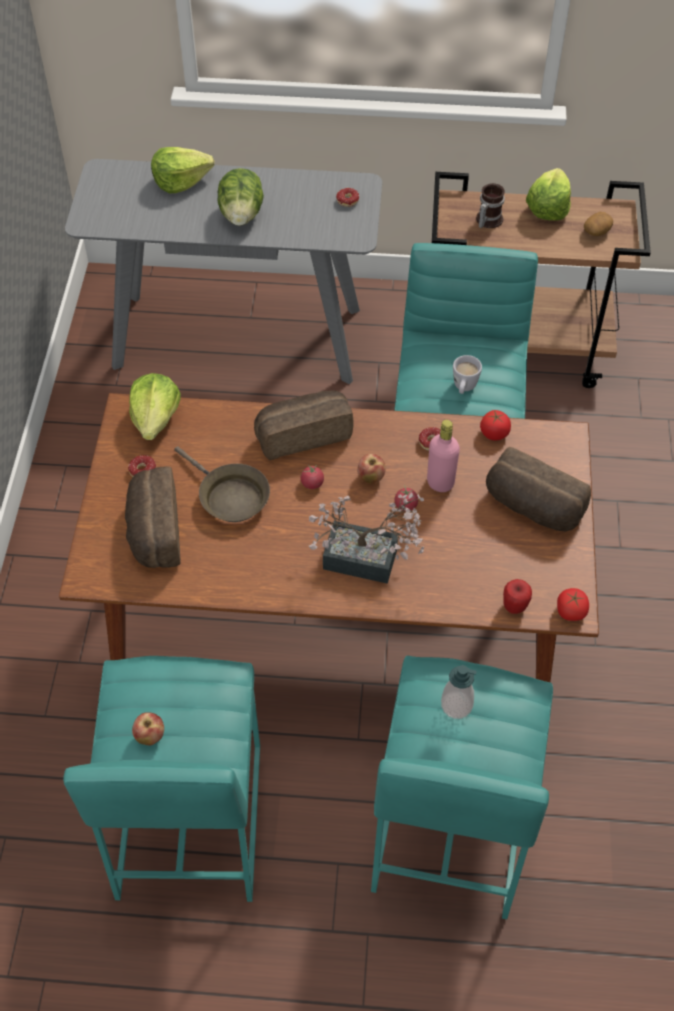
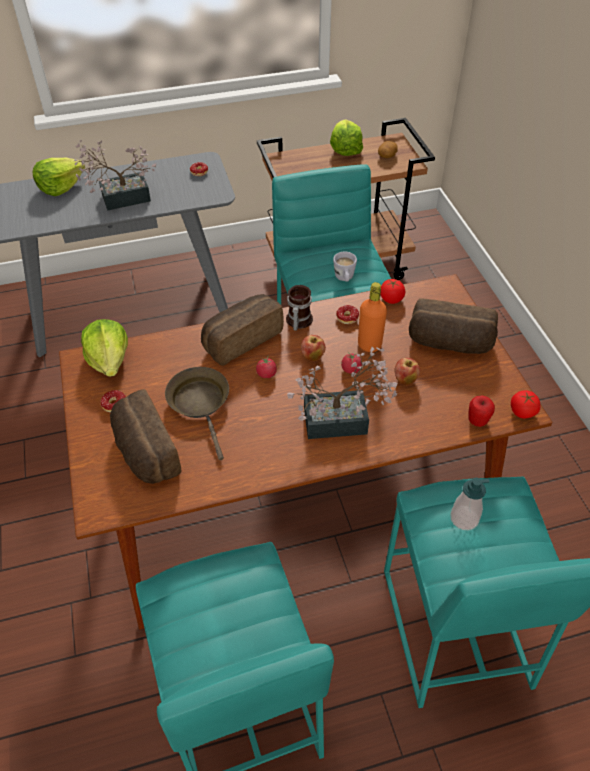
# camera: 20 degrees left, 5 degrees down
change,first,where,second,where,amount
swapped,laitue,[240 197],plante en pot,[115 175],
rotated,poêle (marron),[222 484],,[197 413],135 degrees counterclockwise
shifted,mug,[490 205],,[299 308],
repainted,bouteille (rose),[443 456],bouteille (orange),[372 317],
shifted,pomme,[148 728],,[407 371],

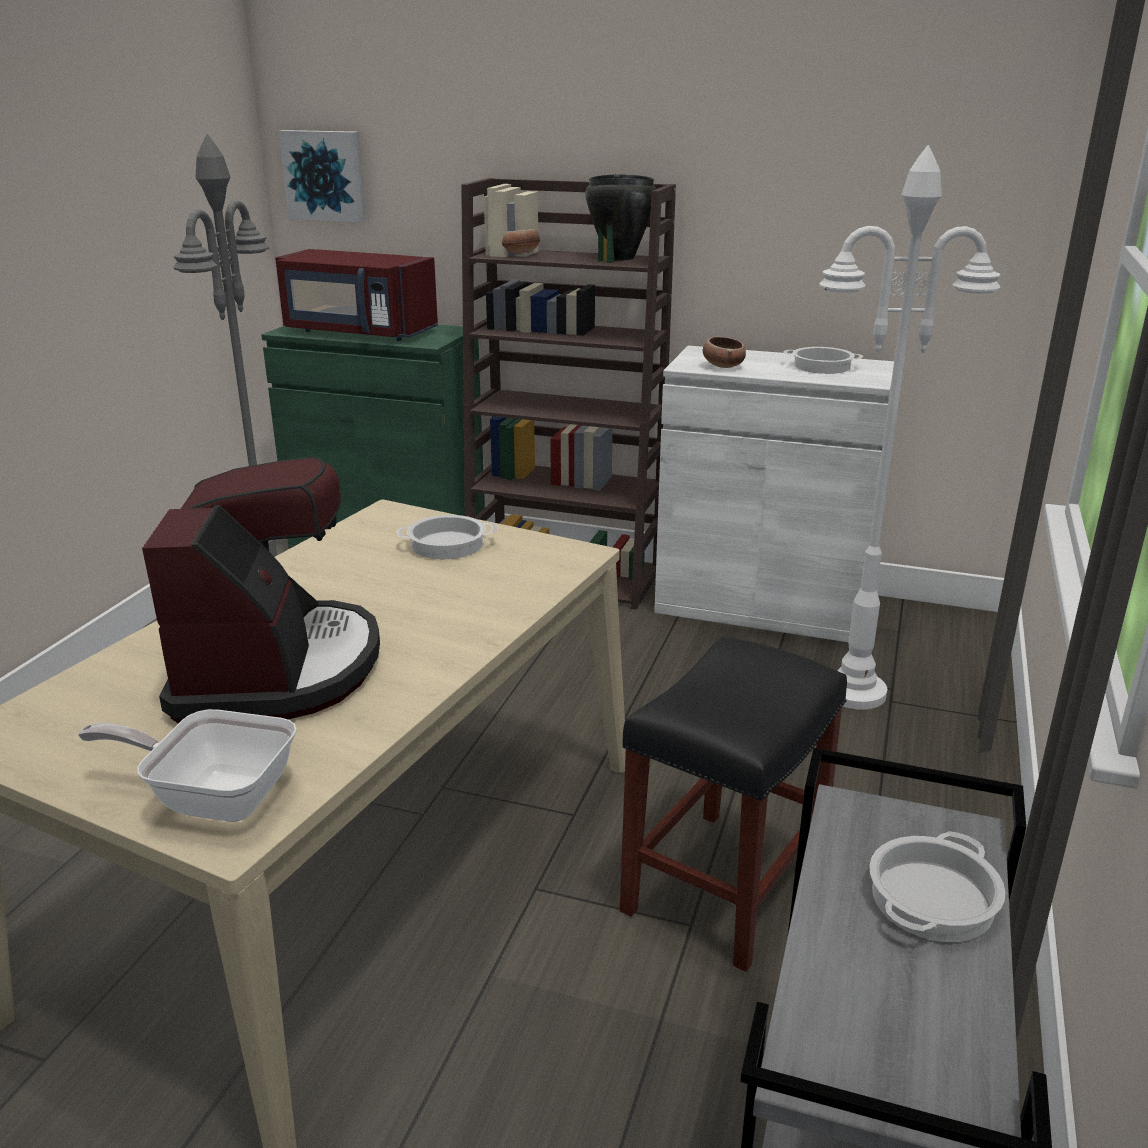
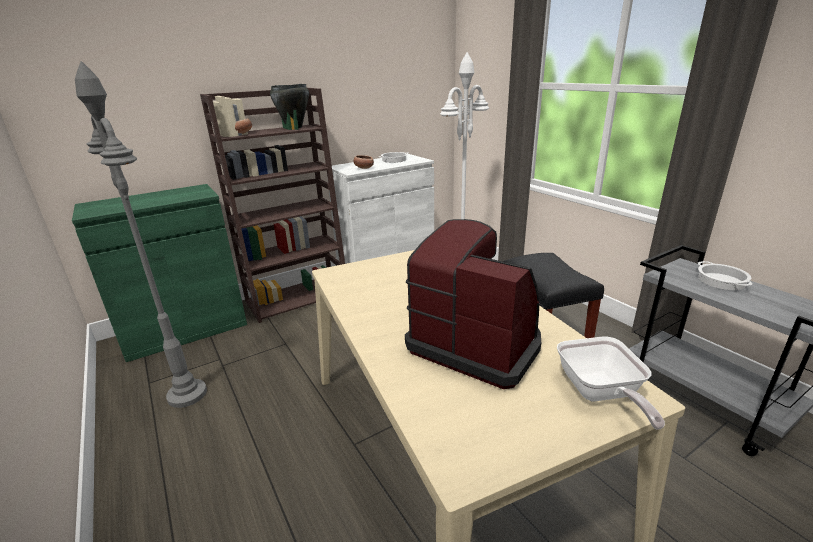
# camera: 50 degrees left, 0 degrees up
change,first,where,second,where,amount
rotated,poêle,[187 765],,[611 383],60 degrees counterclockwise
gone,micro-ondes (rouge),[356 295],,,
gone,tableau,[322 176],,,
gone,marmite,[446 537],,,

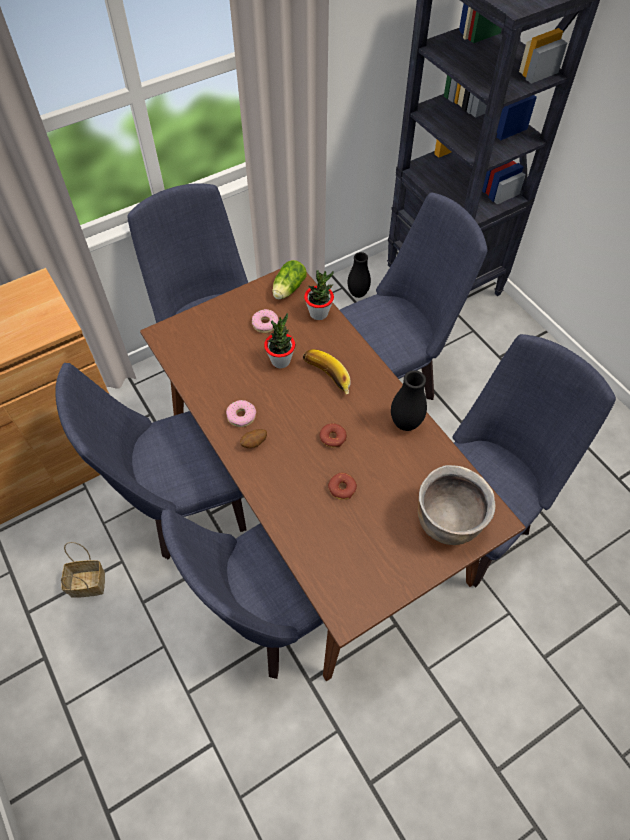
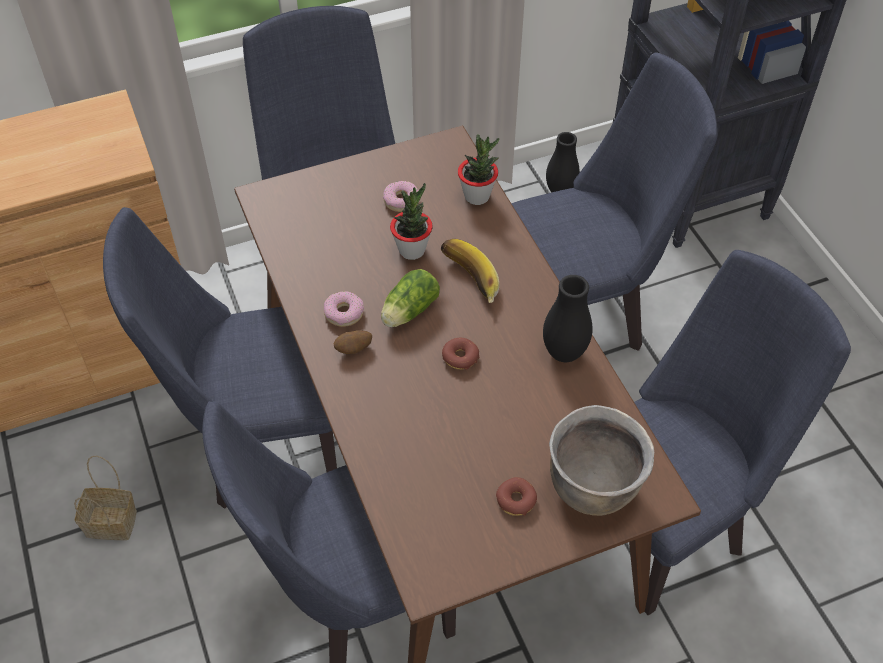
# camera: 10 degrees right, 5 degrees down
change,first,where,second,where,amount
shifted,laitue,[289 279],,[410 298],
shifted,beignet,[342 486],,[516 496],

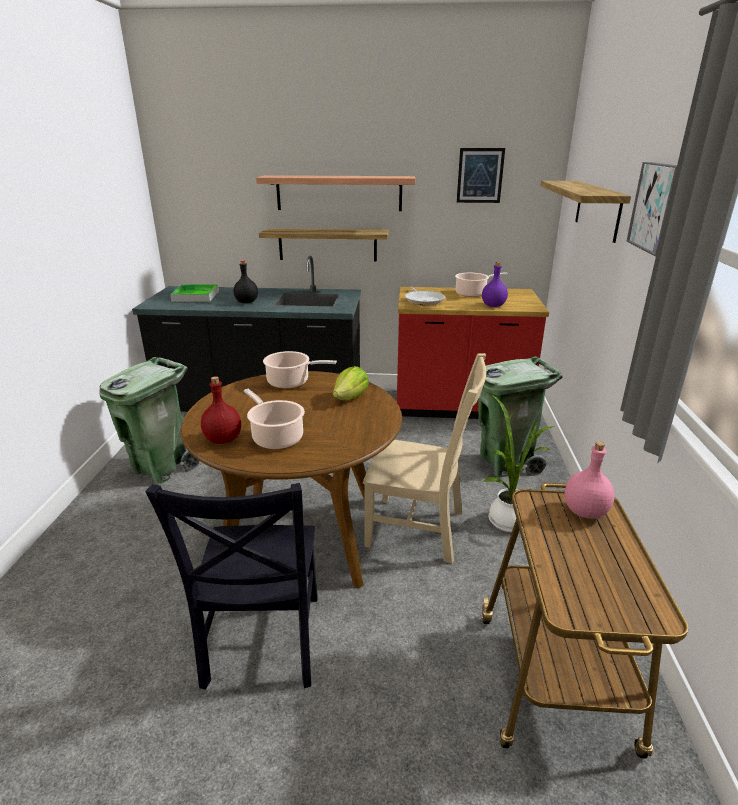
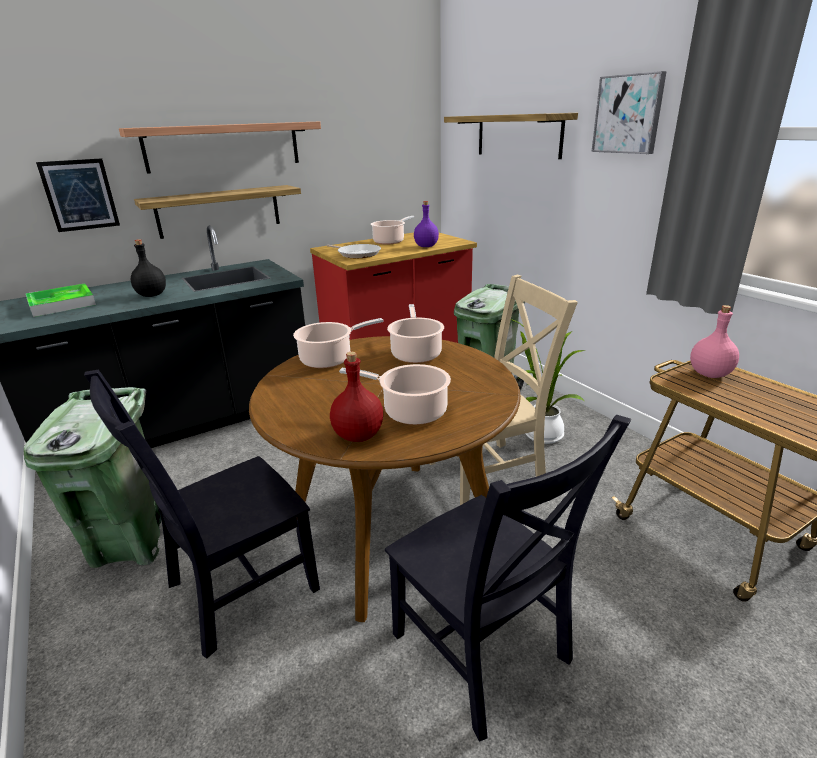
# camera: 35 degrees left, 0 degrees up
change,first,where,second,where,amount
shifted,tableau,[481 175],,[78 195],
new,,,chaise (noir),[202 514],
swapped,laitue,[351 383],marmite,[415 333],

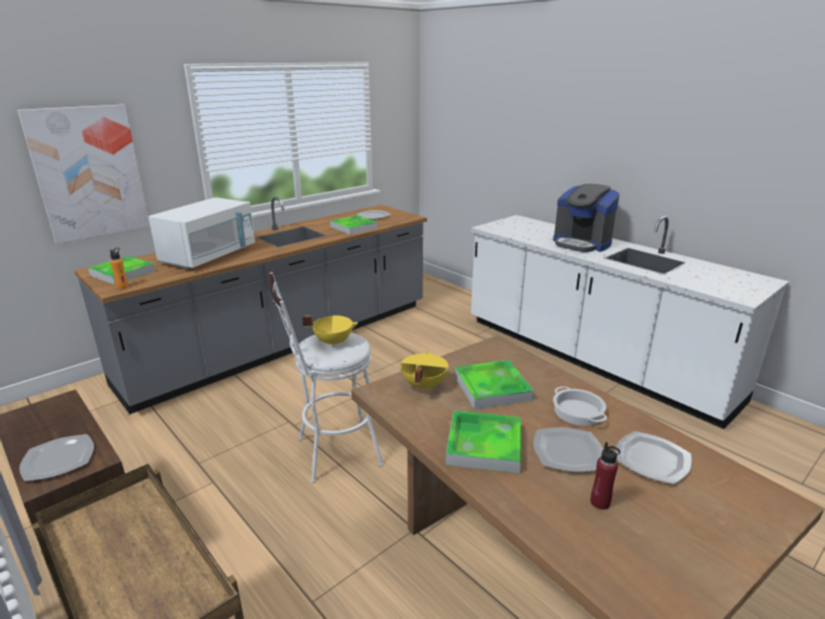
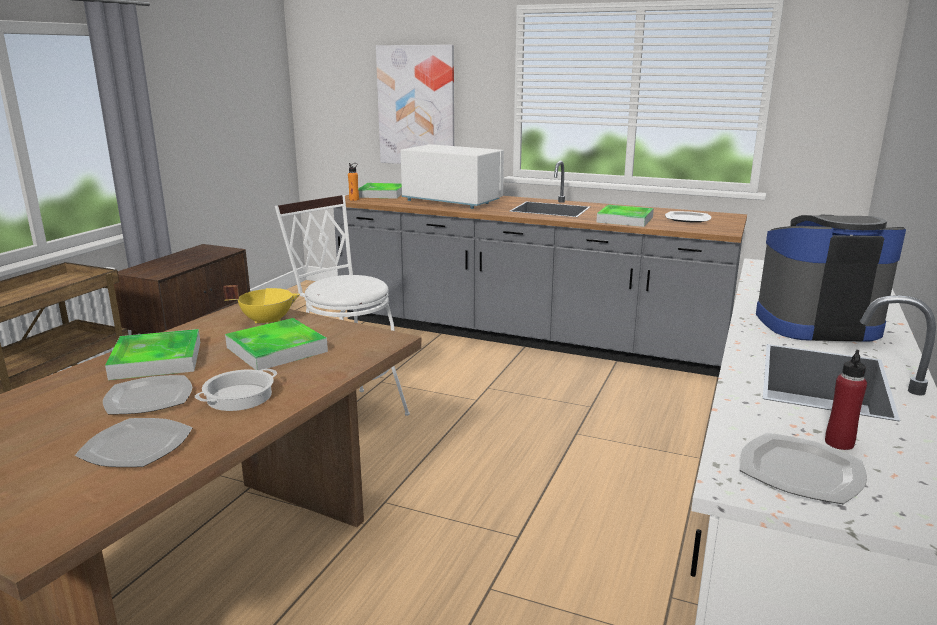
# camera: 65 degrees right, 5 degrees down
change,first,where,second,where,amount
rotated,micro-ondes (blanc),[201 233],,[452 176],150 degrees counterclockwise
shifted,assiette,[56 457],,[803 468],
rotated,machine à café,[586 218],,[831 278],75 degrees clockwise
shifted,bouteille (rouge),[605 476],,[846 400],
gone,marmite (jaune),[330 331],,,

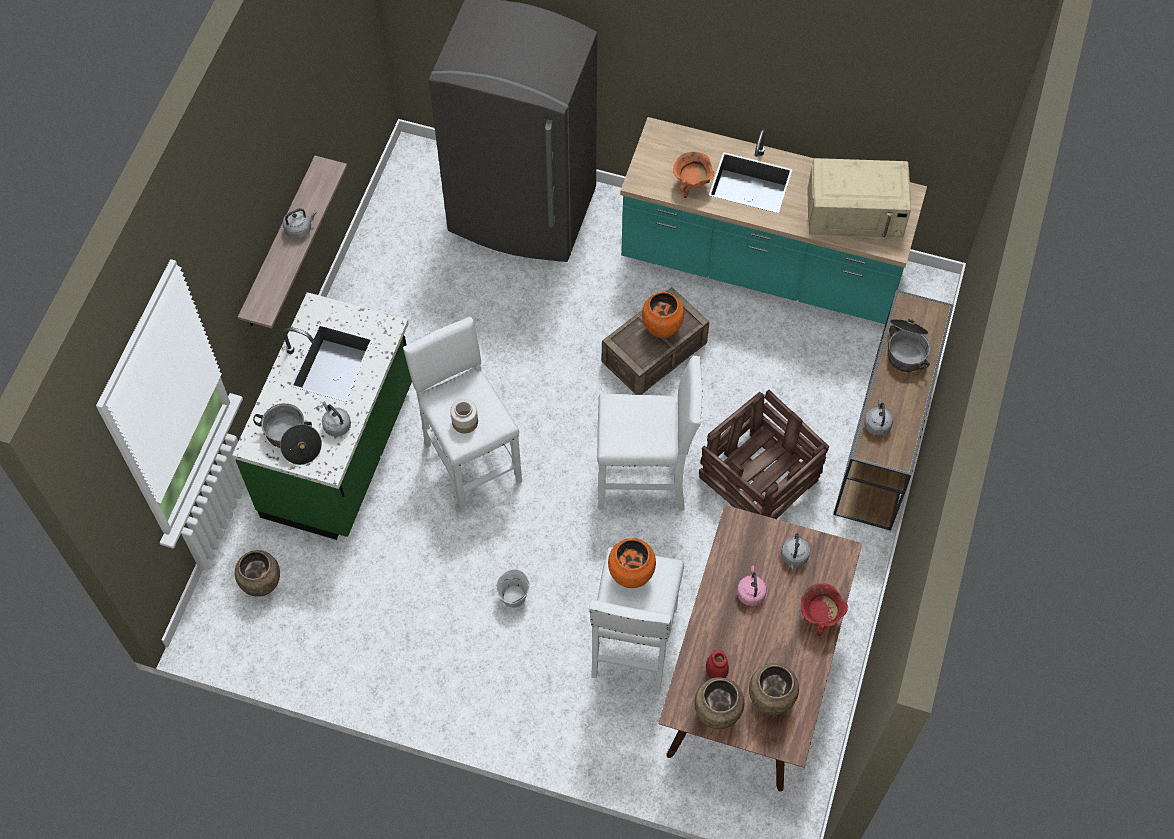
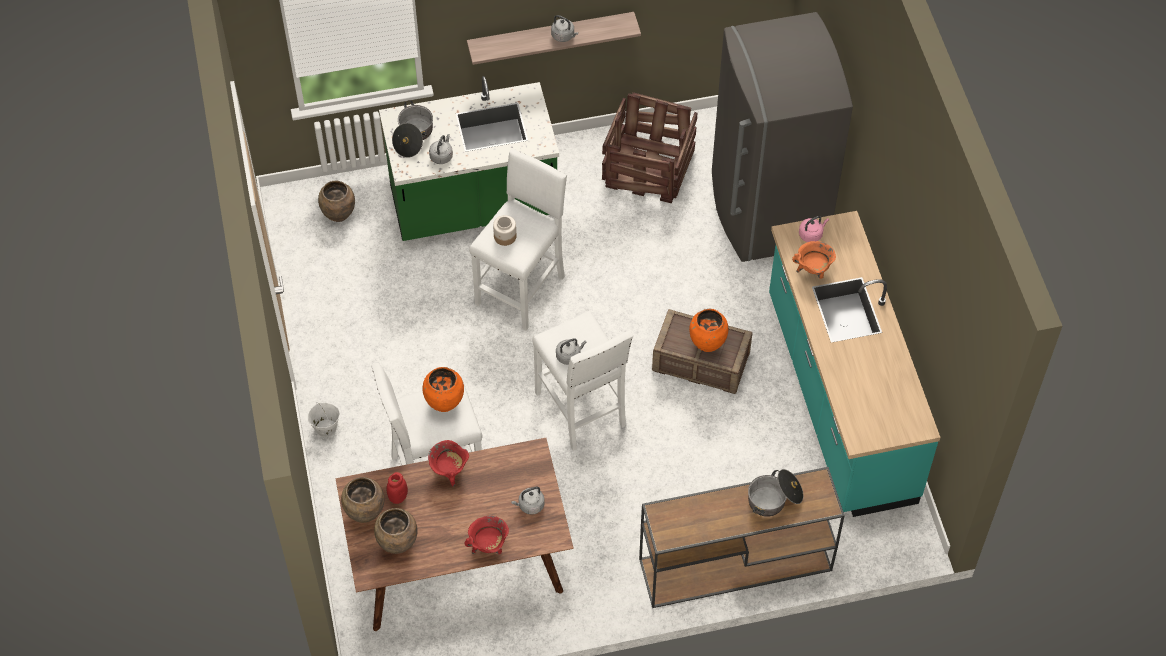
# camera: 60 degrees right, 5 degrees down
change,first,where,second,where,amount
shifted,seau (blanc),[513 588],,[323 419],
new,,,marmite (rouge),[448 463],
shifted,bouilloire (gris),[878 417],,[571 351],
shifted,caisse,[764 454],,[649 148],
shifted,bouilloire (rose),[752 586],,[814 229],
gone,micro-ondes (beige),[859 198],,,

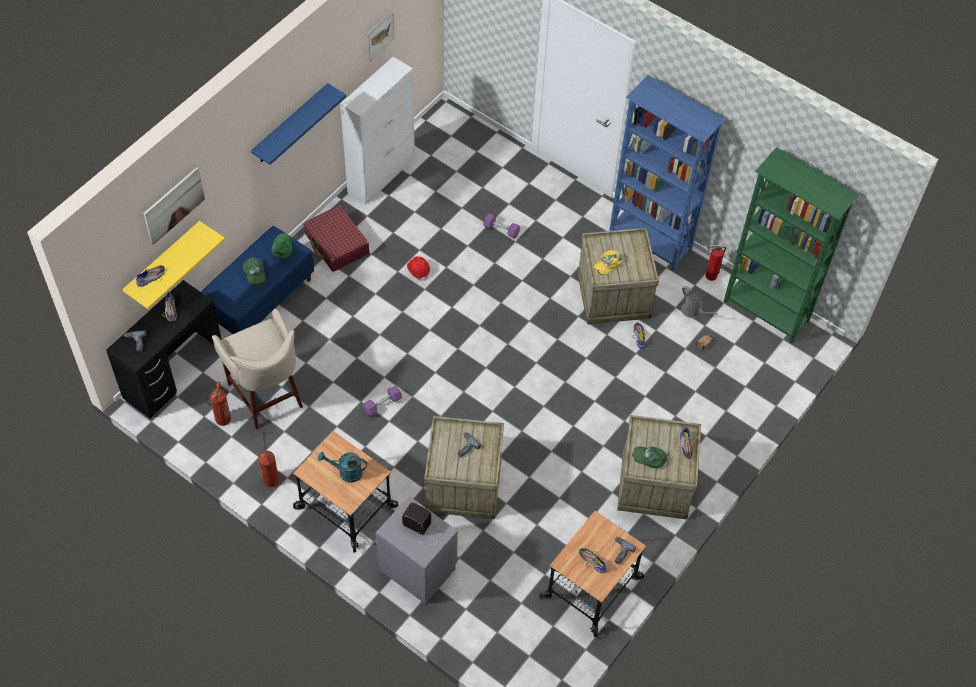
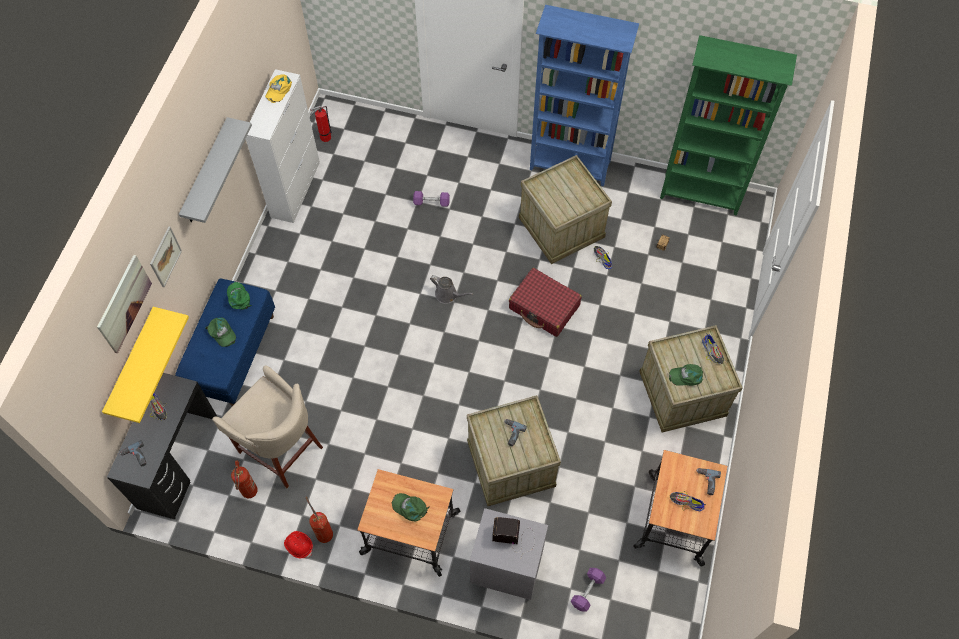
# camera: 20 degrees left, 5 degrees up
change,first,where,second,where,amount
shifted,tableau,[380 37],,[166 256],
repainted,étagère (bleu),[298 124],étagère (gris),[215 170],
shifted,casquette (jaune),[608 262],,[278 88],
shifted,casque de chantier (rouge),[418 268],,[298 544],
shifted,extincteur,[715 262],,[321 124],
swapped,arrosoir (turquoise),[342 467],casquette (vert),[411 507],
shifted,arrosoir (gris),[699 302],,[451 289],
shifted,valise (rouge),[336 238],,[545 302],
shifted,haltère (violet),[382 401],,[588 590],
gone,chaussure,[150 276],,,

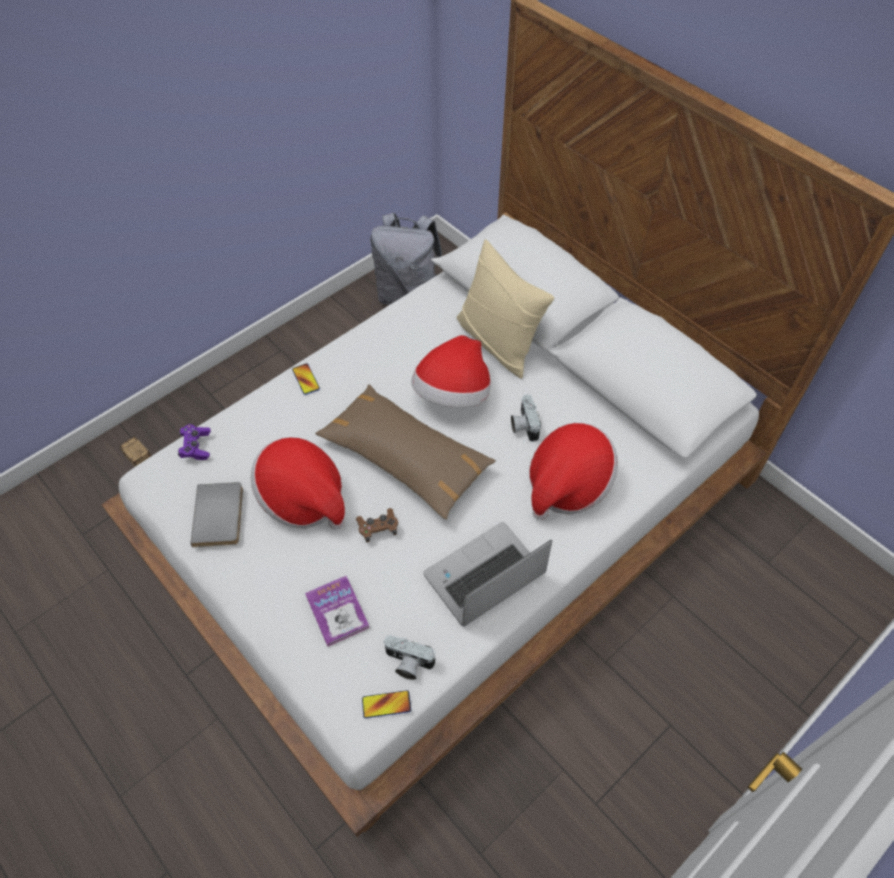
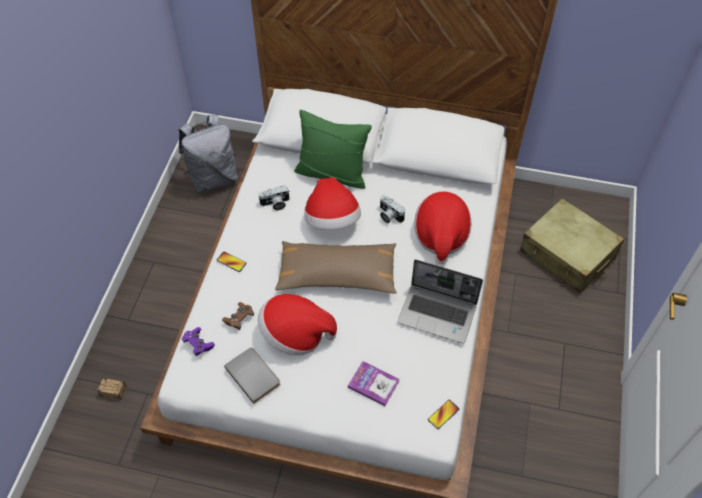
# camera: 35 degrees left, 0 degrees up
change,first,where,second,where,amount
shifted,manette (marron),[377 525],,[238 316],
shifted,appareil photo,[410 658],,[274 197],
repainted,coussin (beige),[505 309],coussin (vert),[333 149],
rotated,ordinateur portable,[487 574],,[440 301],90 degrees counterclockwise
new,,,valise (beige),[572 245],

